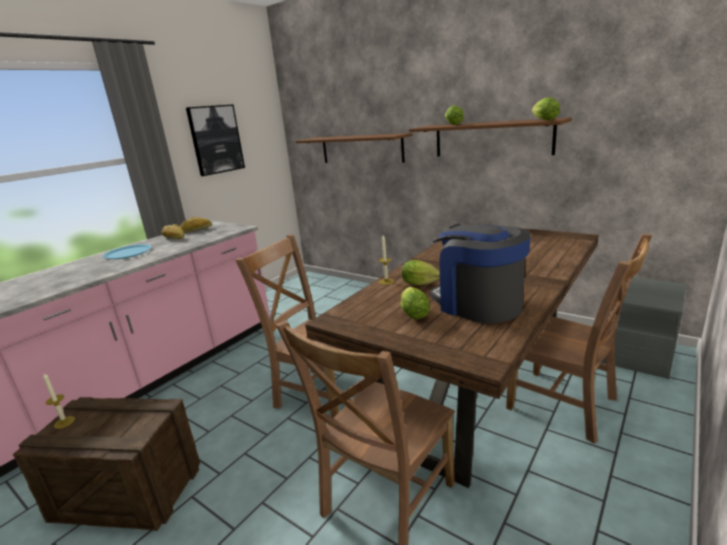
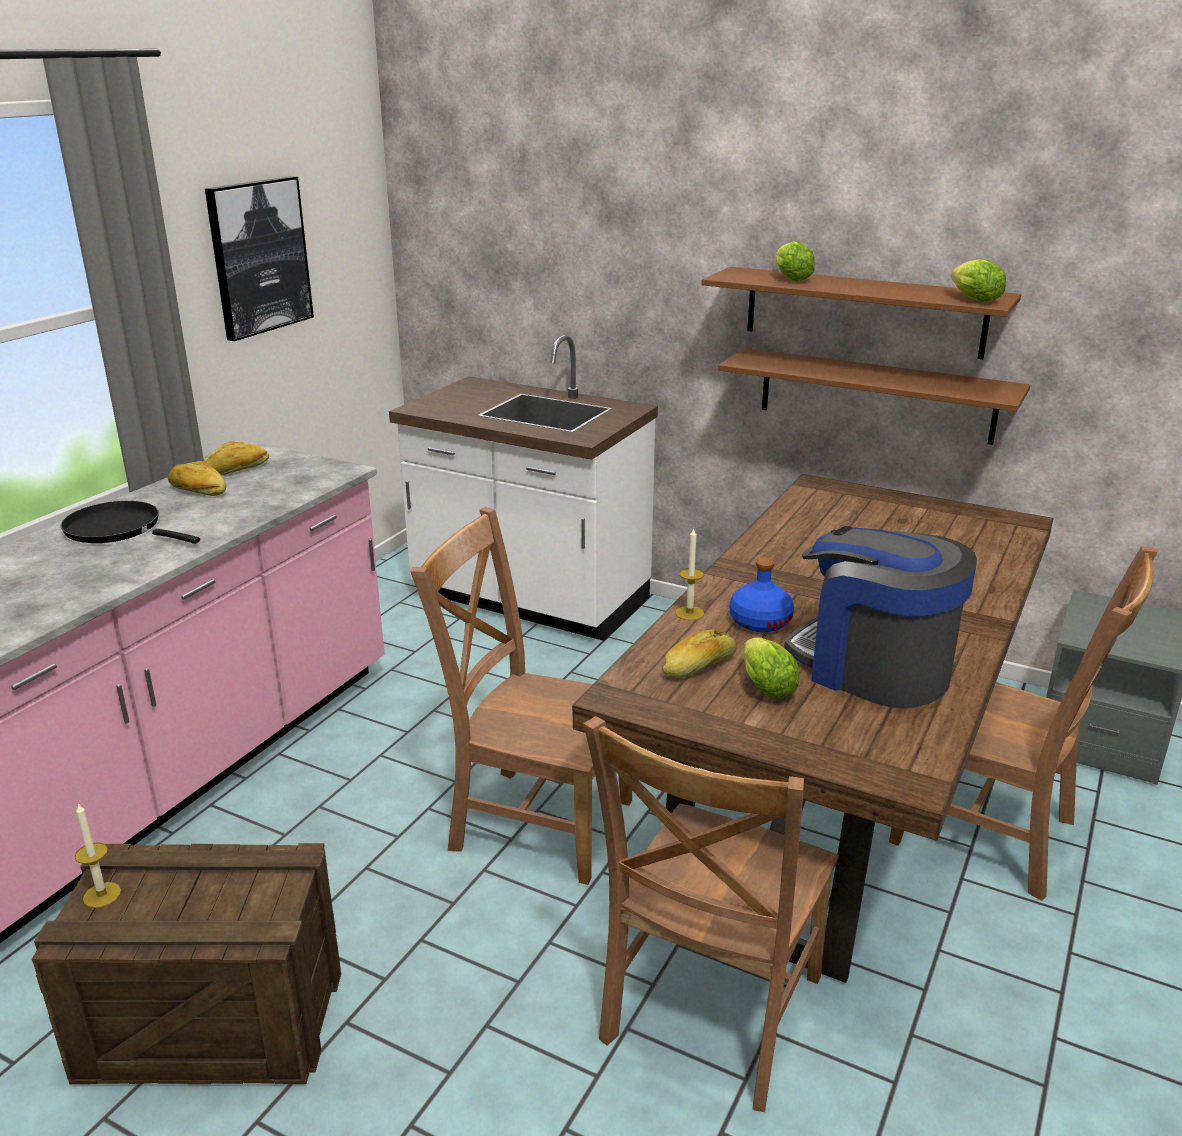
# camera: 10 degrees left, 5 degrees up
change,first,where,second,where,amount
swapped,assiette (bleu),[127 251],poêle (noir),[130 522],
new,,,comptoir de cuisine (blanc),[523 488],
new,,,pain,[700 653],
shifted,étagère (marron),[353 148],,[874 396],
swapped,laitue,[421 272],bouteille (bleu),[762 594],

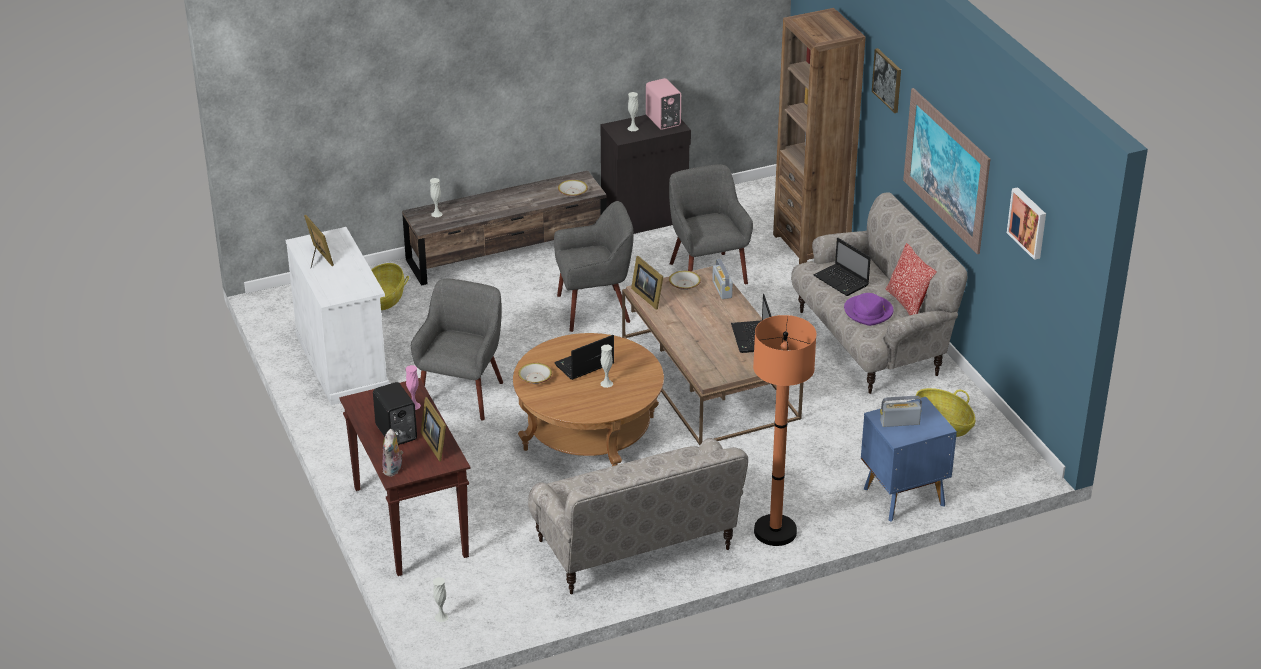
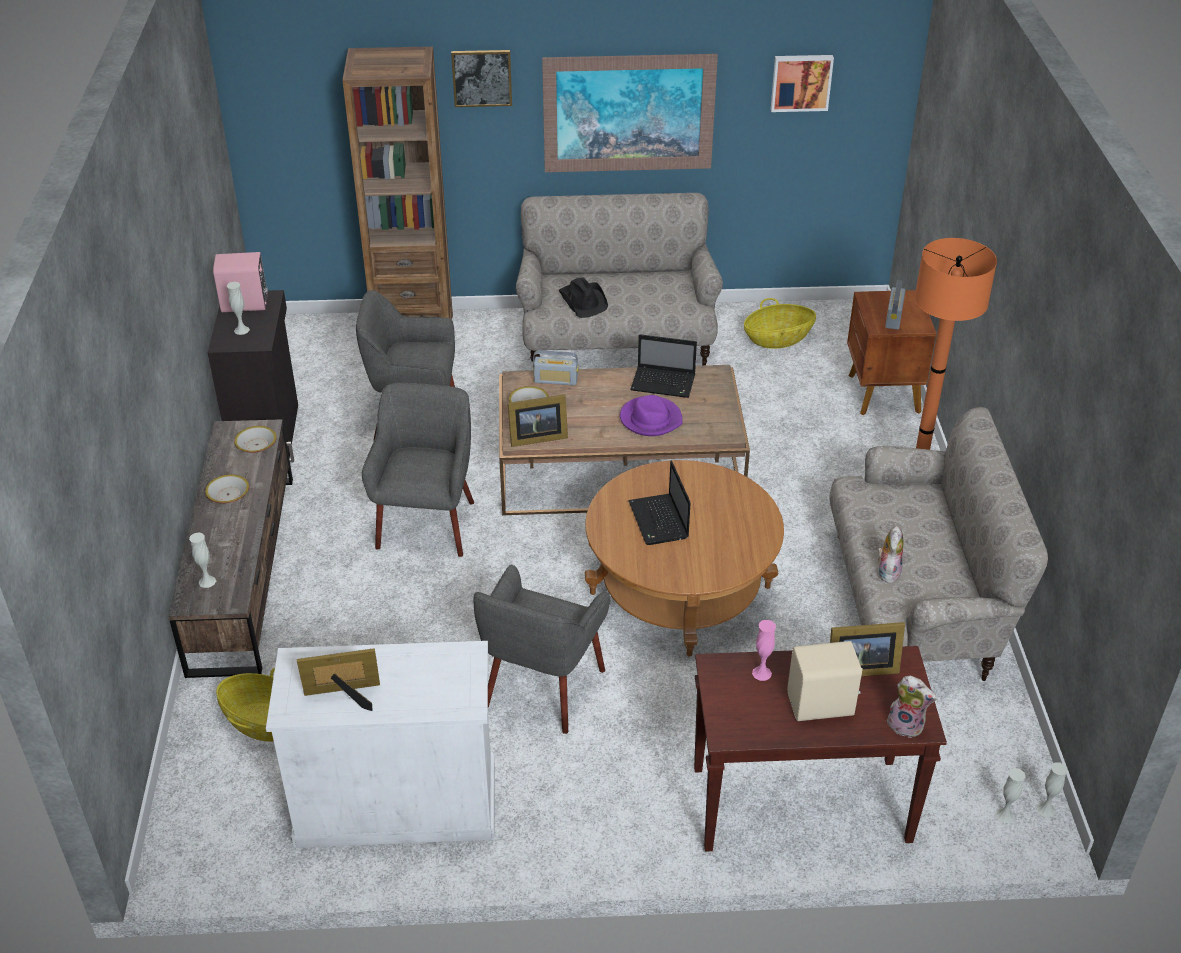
# camera: 70 degrees left, 5 degrees up
change,first,where,second,where,amount
shifted,bol,[535 373],,[227 488],
rotated,fauteuil (gris),[457 349],,[541 649],105 degrees counterclockwise
swapped,ordinateur portable,[842 267],chapeau (noir),[583 297],
shifted,chapeau (violet),[869 309],,[651 415],
repainted,enceinte (noir),[395 413],enceinte (beige),[825 681],
repainted,table de chevet (bleu),[909 459],table de chevet (marron),[892 352],
new,,,peluche,[890 554],
shifted,vase (blanc),[607 366],,[1052 790],
gone,coussin,[910 279],,,

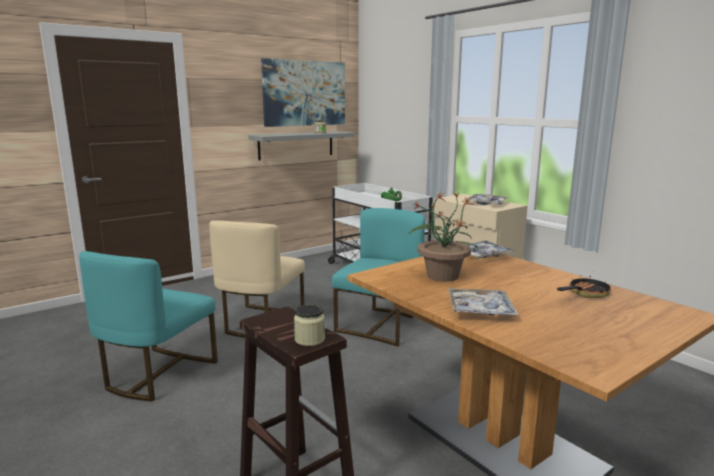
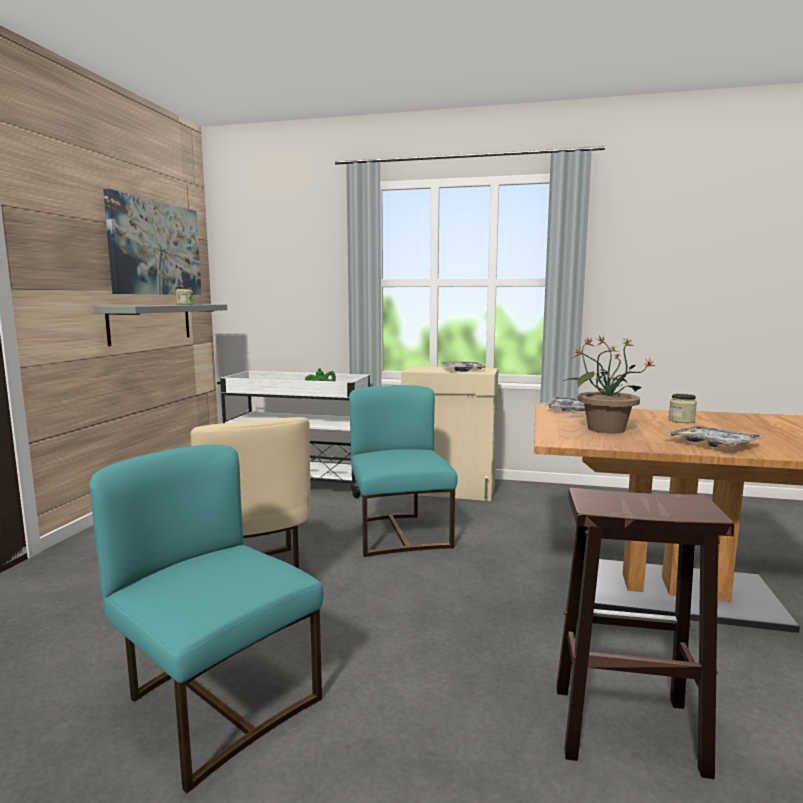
# camera: 40 degrees left, 5 degrees down
change,first,where,second,where,amount
rotated,chaise (turquoise),[148 326],,[206 619],150 degrees clockwise
shifted,bocal,[309 325],,[683 408],
gone,poêle,[584 286],,,

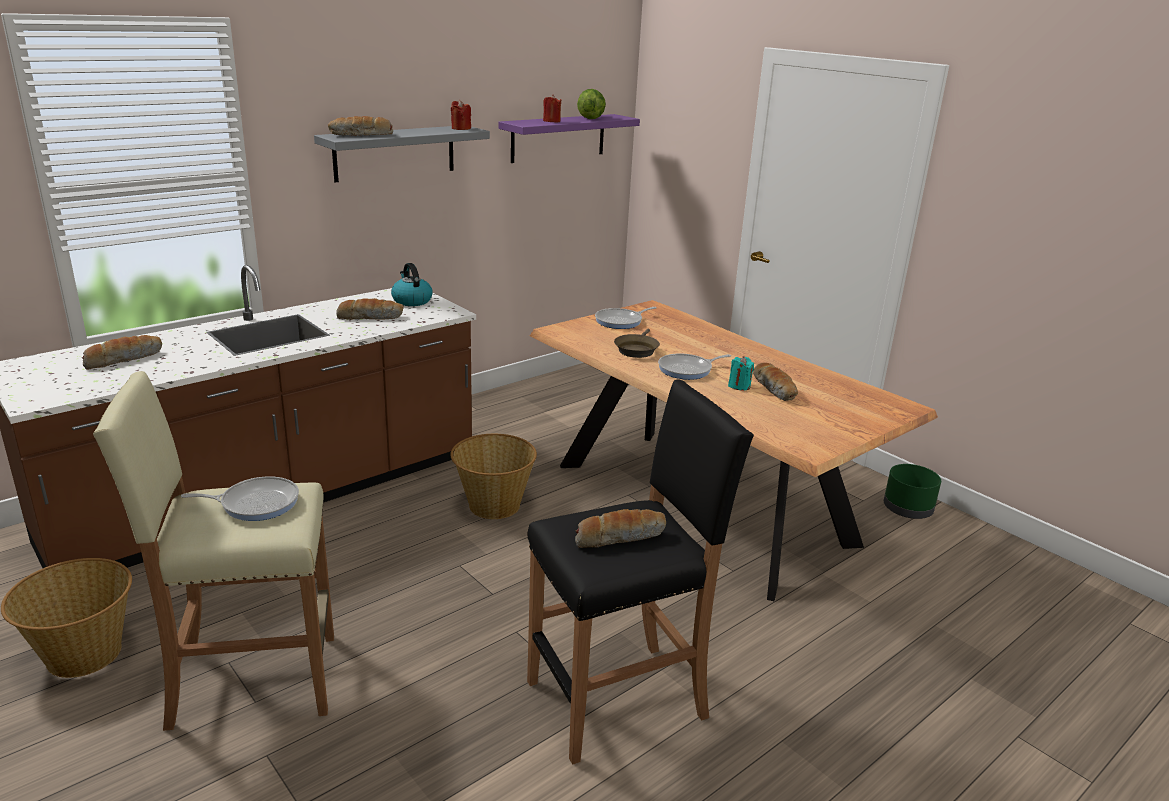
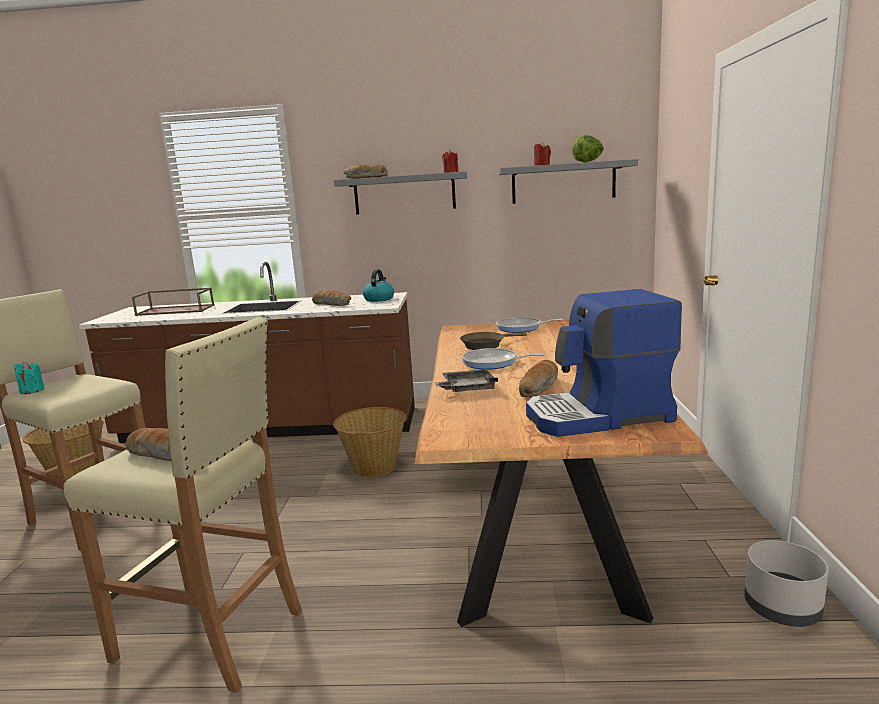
# camera: 45 degrees right, 10 degrees down
change,first,where,second,where,amount
shifted,bougie (turquoise),[741 373],,[29 378],
repainted,tabouret (noir),[640 572],tabouret (beige),[183 505],
swapped,pain,[122 352],plateau (marron),[173 302],
new,,,plateau (gris),[466 380],
repainted,étagère (violet),[569 138],étagère (gris),[568 181],
new,,,machine à café,[604 363],
repainted,cache-pot (vert),[912 491],cache-pot (gris),[786 583],
gone,poêle,[240 498],,,

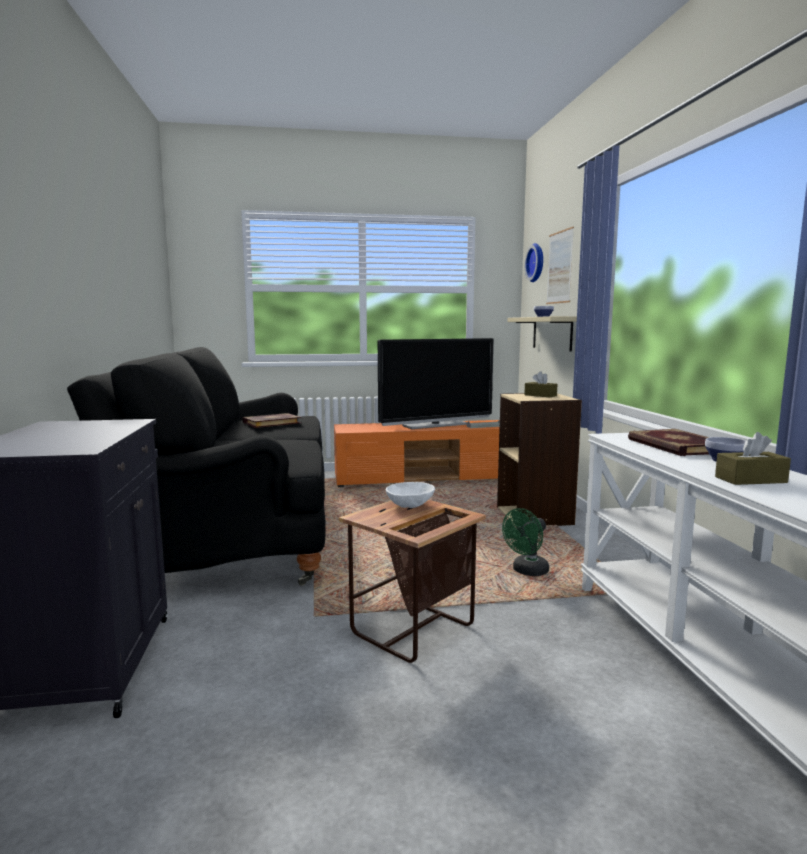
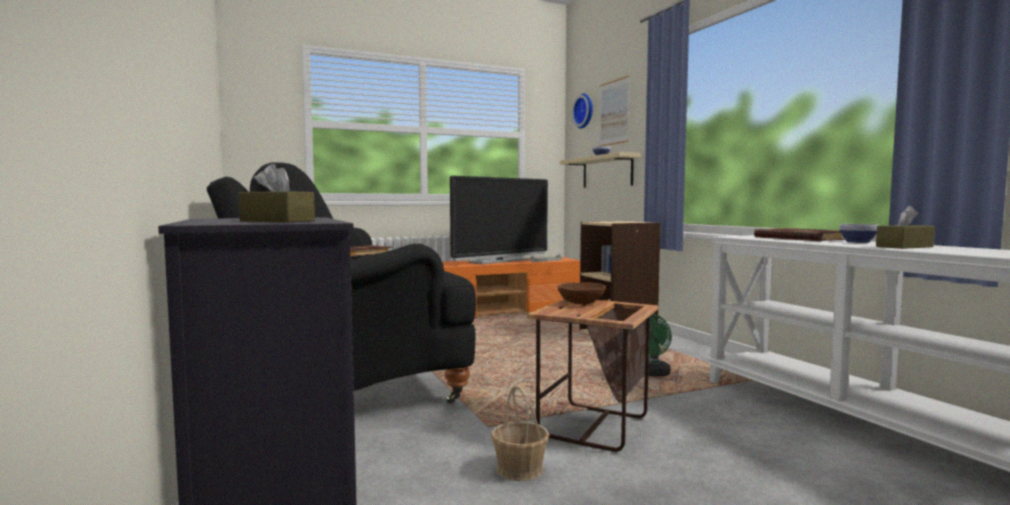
# camera: 15 degrees left, 5 degrees down
change,first,where,second,where,amount
shifted,boîte à mouchoirs (marron),[540 384],,[277 192],
new,,,panier,[520 433],
repainted,bol (blanc),[410 495],bol (marron),[581 293],

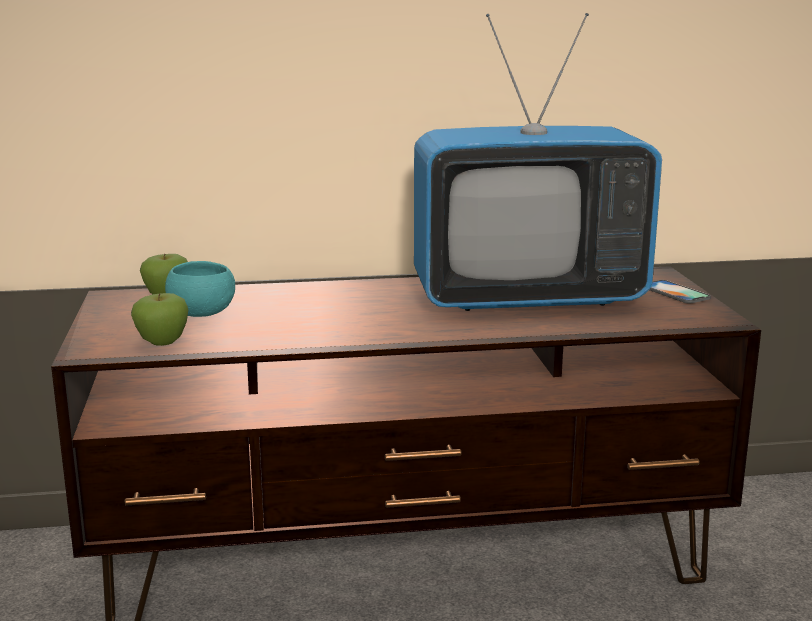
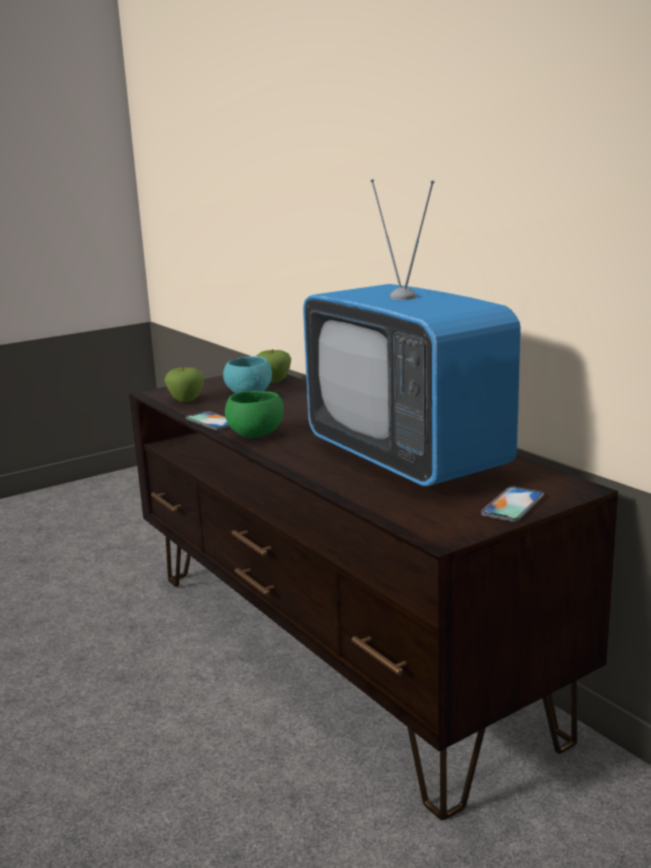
# camera: 65 degrees right, 0 degrees up
change,first,where,second,where,amount
new,,,téléphone,[208 420],
new,,,bol (vert),[254 414],

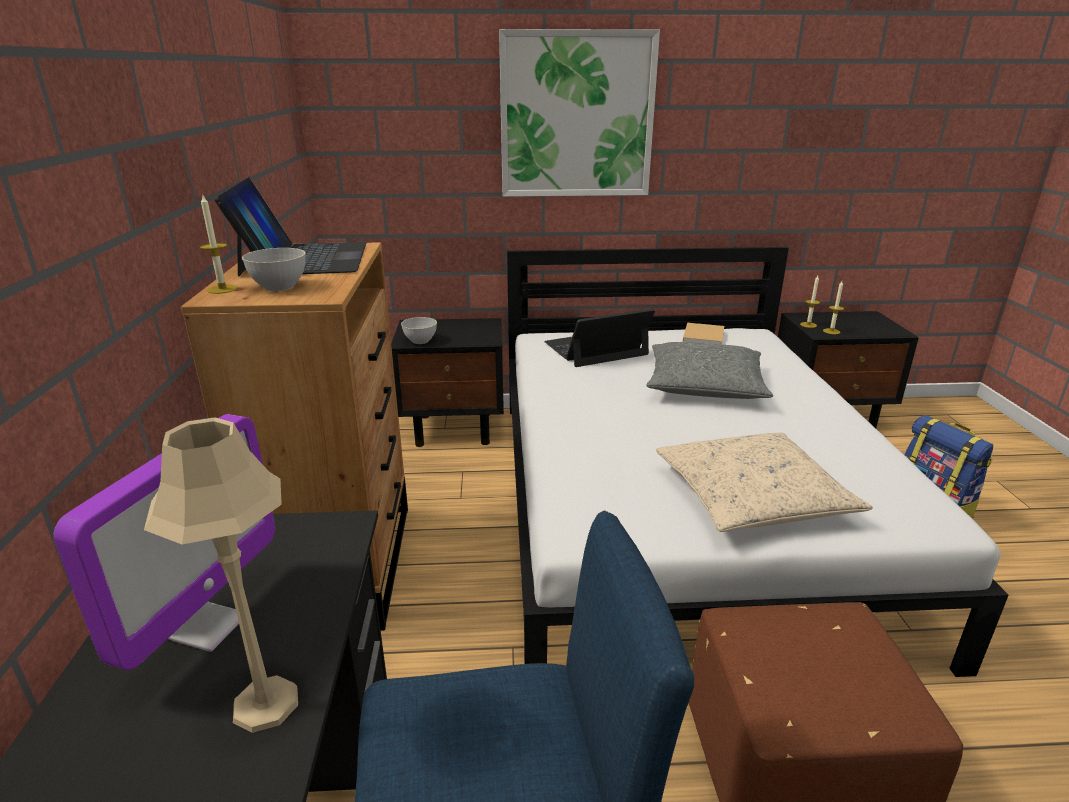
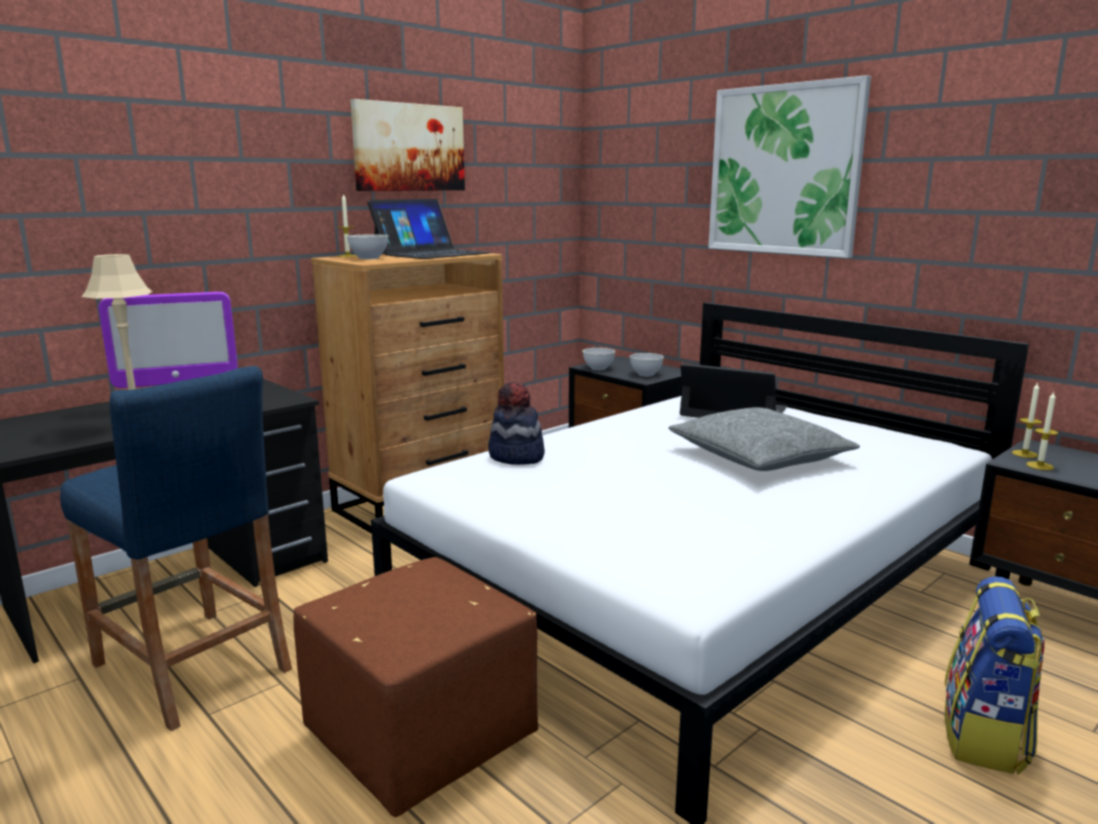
# camera: 50 degrees right, 10 degrees down
change,first,where,second,where,amount
new,,,tableau,[407 145],
new,,,chapeau,[516 423],
new,,,bol (gris),[647 364],
gone,coussin (beige),[764 482],,,
gone,livre (beige),[703 334],,,

